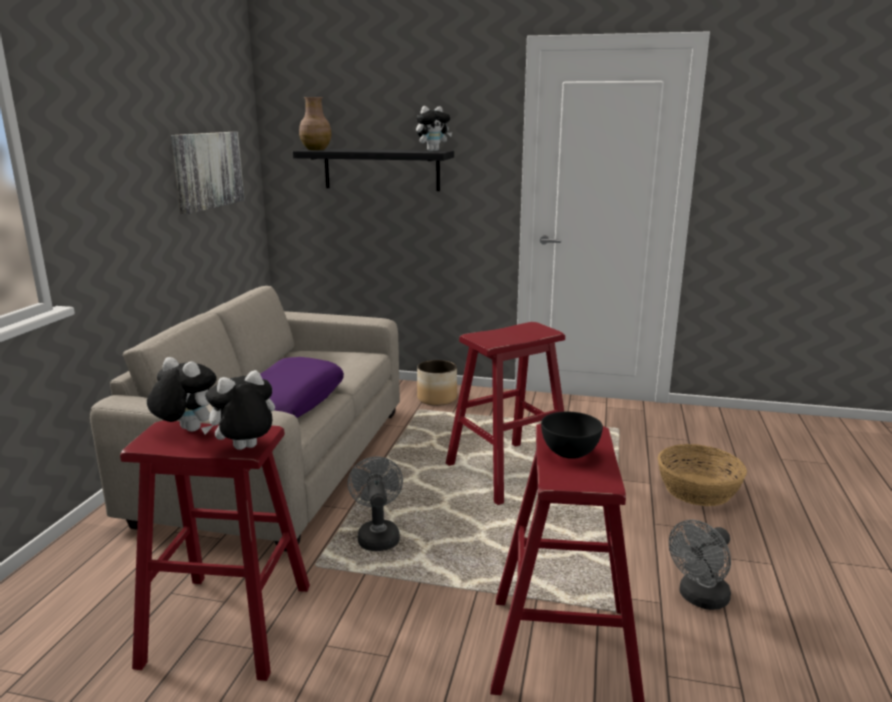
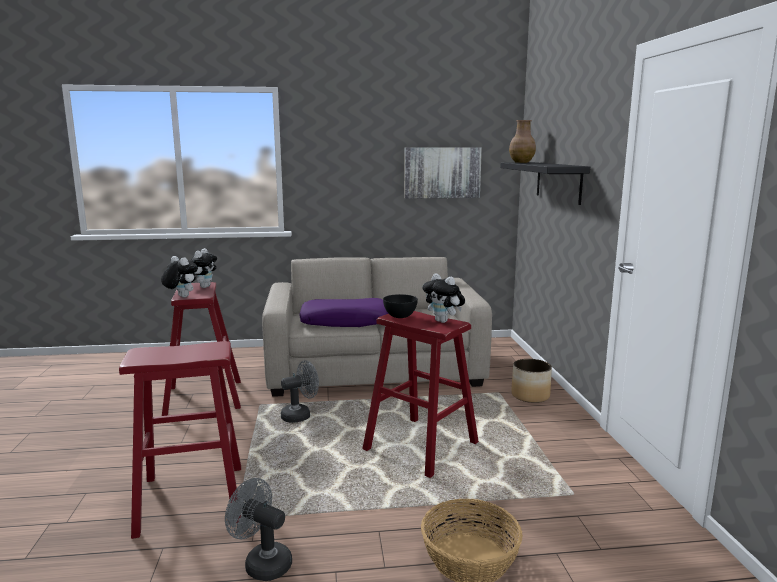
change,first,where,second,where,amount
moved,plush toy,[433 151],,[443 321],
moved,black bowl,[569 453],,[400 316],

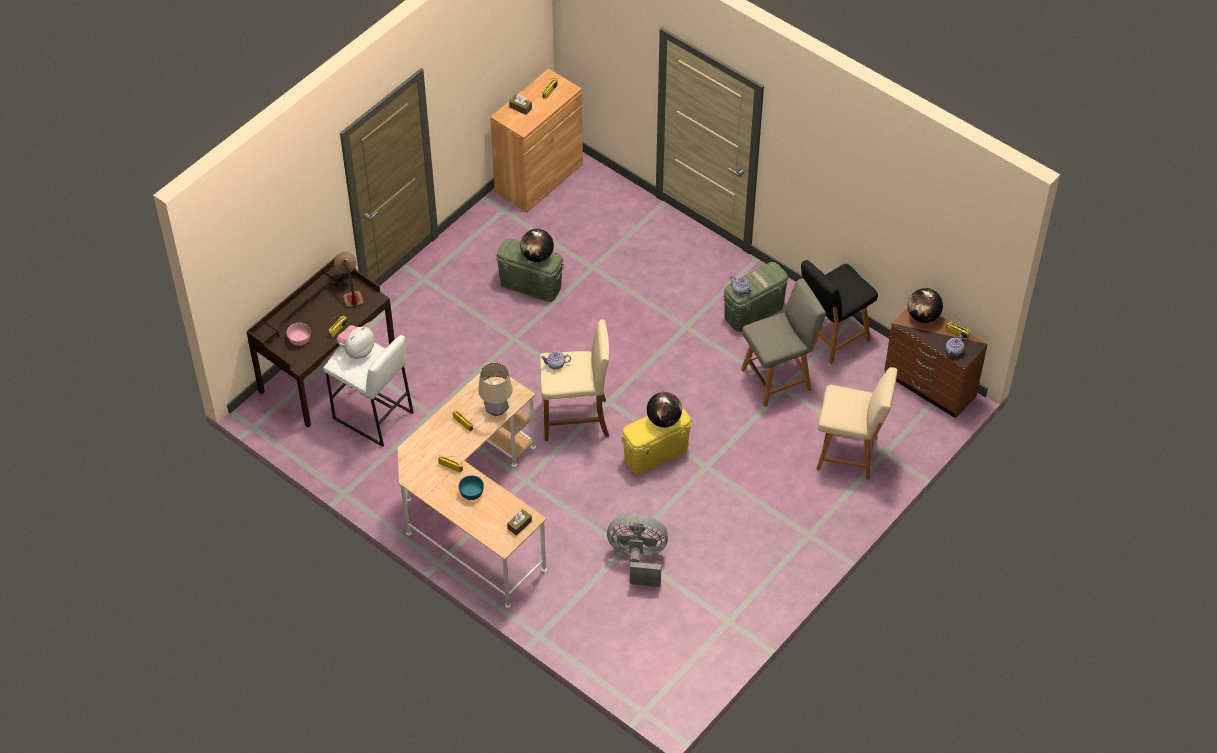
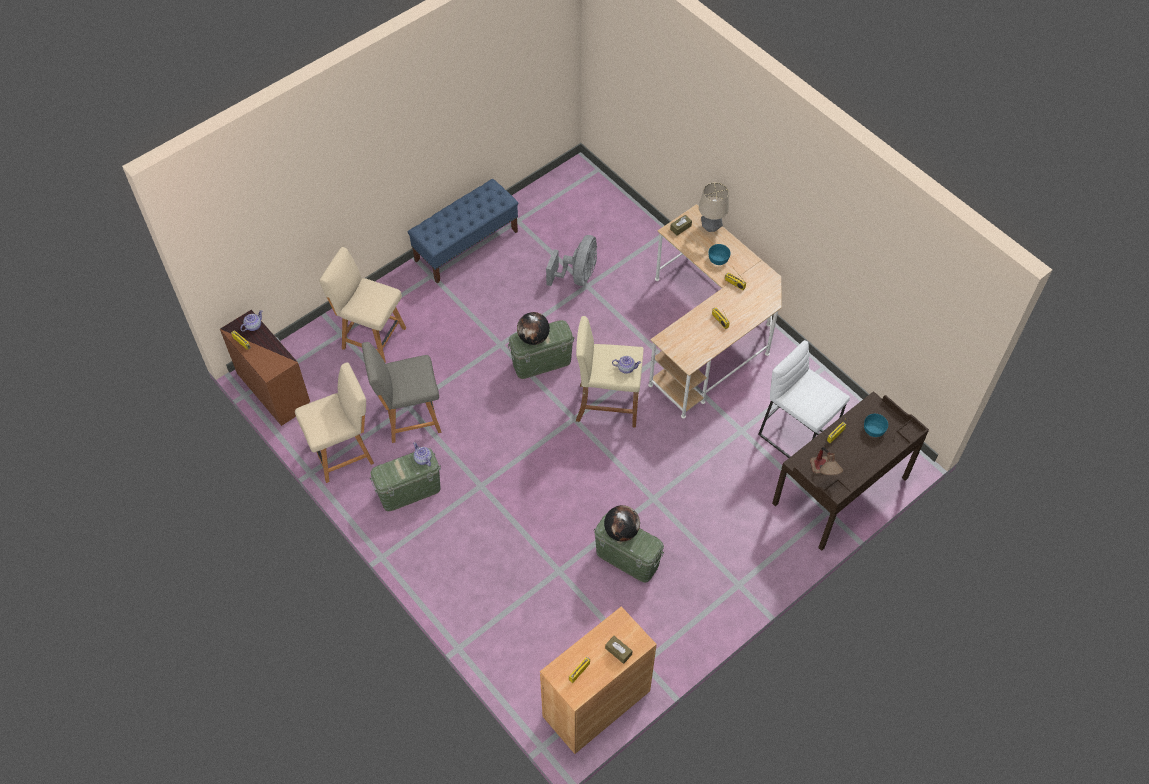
change,first,where,second,where,amount
recoloured,pink bowl,[299 339],turquoise bowl,[874 429],
removed,plush toy,[357 351],,,
moved,table lamp,[496 410],,[710 227],
turned,grey fan,[638 559],,[577 276],90 degrees counterclockwise
recoloured,yellow storage box,[656 454],green storage box,[541 362],
recoloured,black chair,[832 337],beige chair,[343 452],
removed,globe,[923 317],,,
added,,,blue bench,[466 245],

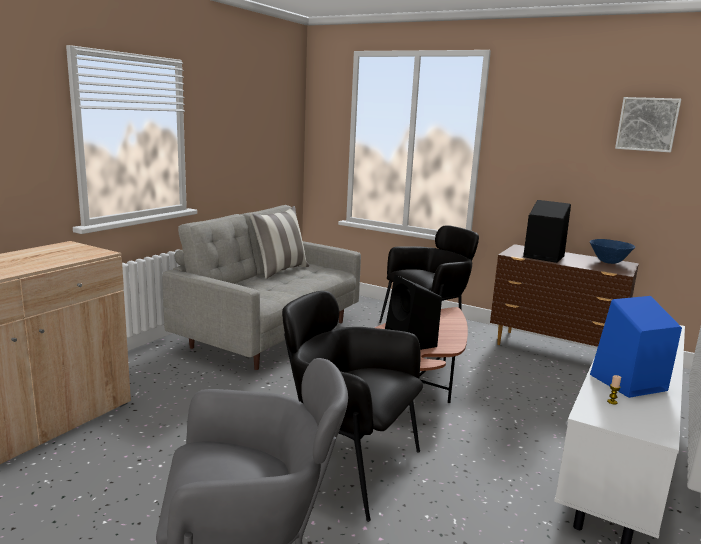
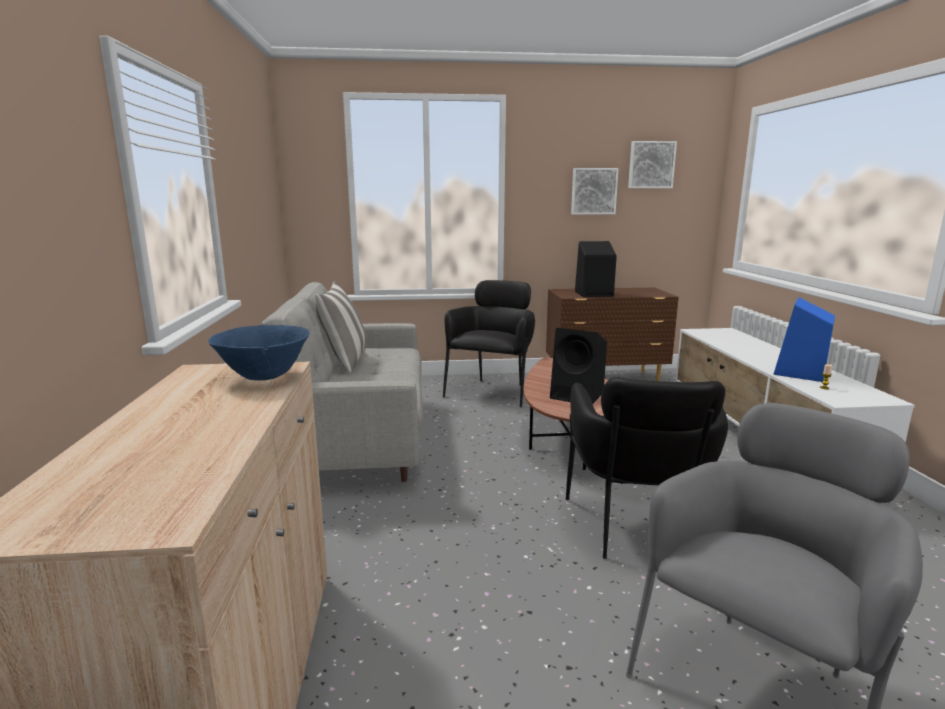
change,first,where,second,where,amount
turned,black armchair,[347 466],,[637 533],75 degrees counterclockwise
moved,blue bowl,[609 262],,[265 377],
added,,,picture,[593 191],

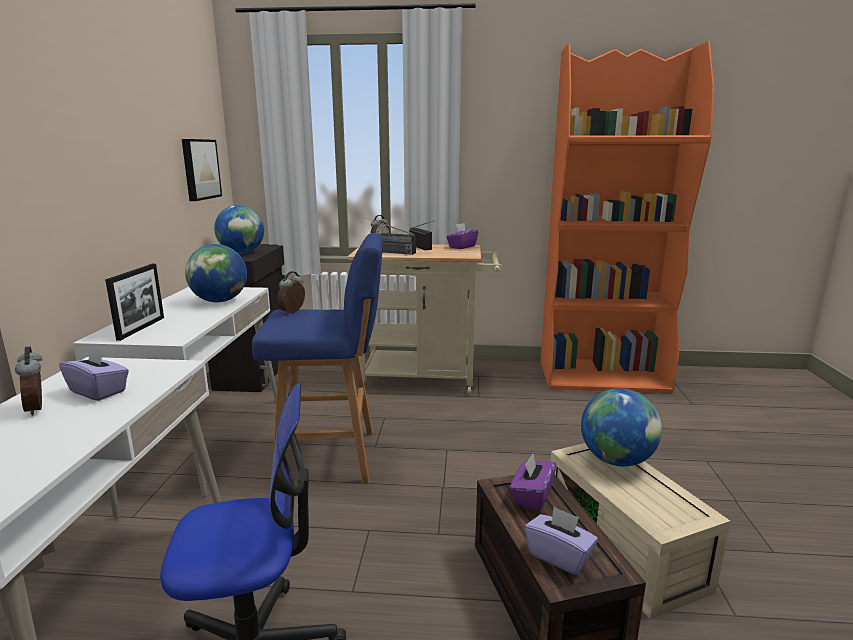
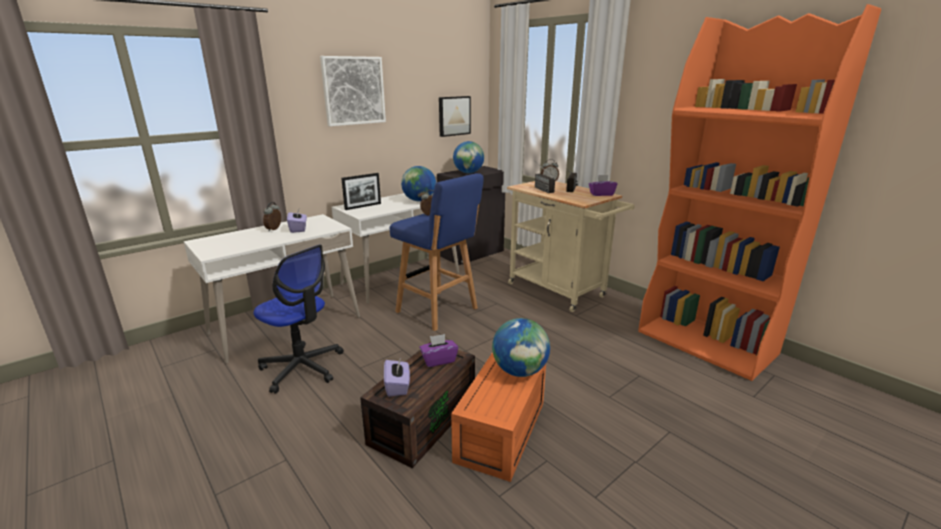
change,first,where,second,where,amount
recoloured,beige storage box,[626 549],orange storage box,[502 432],
added,,,picture,[353 91],

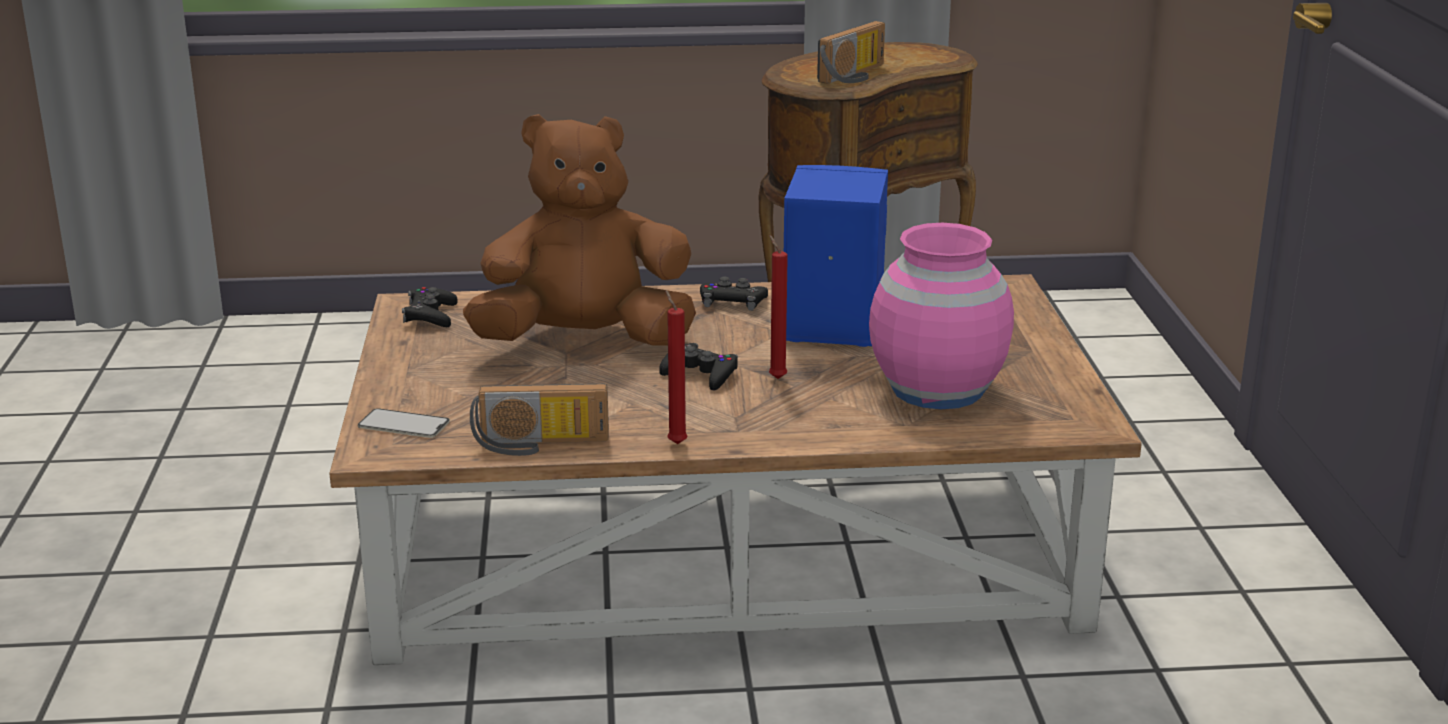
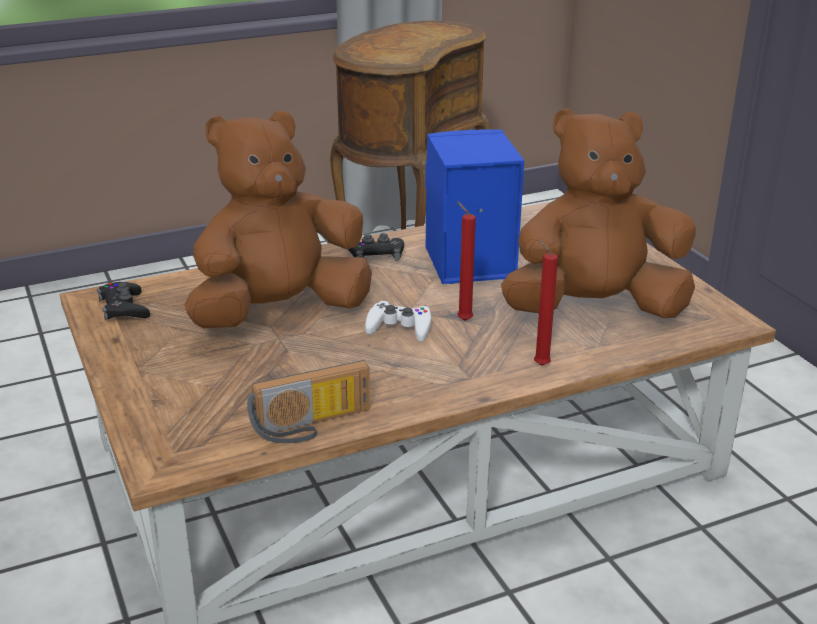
change,first,where,second,where,amount
removed,phone,[403 424],,,
recoloured,black game controller,[700 374],white game controller,[399 327],
moved,red candle,[675 442],,[539 364],
removed,radio,[856 75],,,
replaced,pink vase,[936 389],brown plush toy,[593 309],

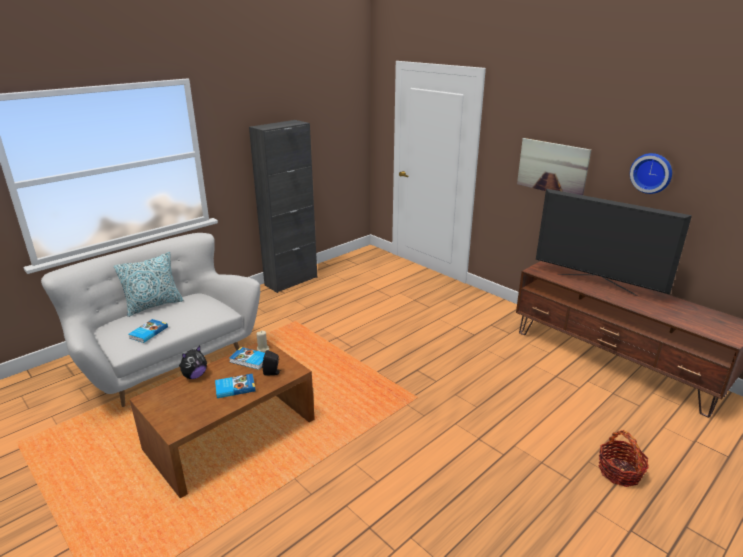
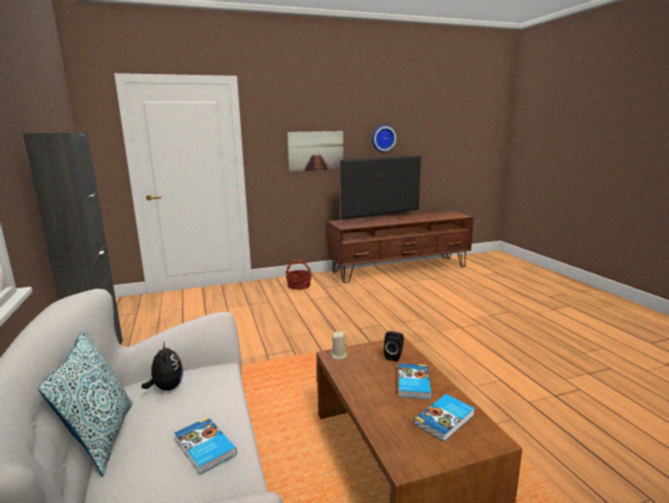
change,first,where,second,where,amount
moved,plush toy,[194 376],,[167 388],
moved,book,[250 360],,[445 420],
moved,basket,[619 472],,[299 286],

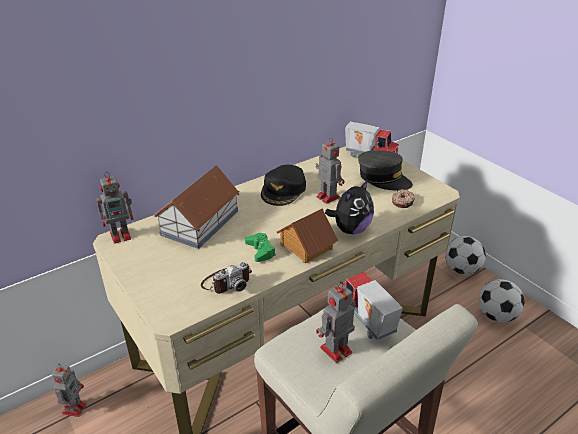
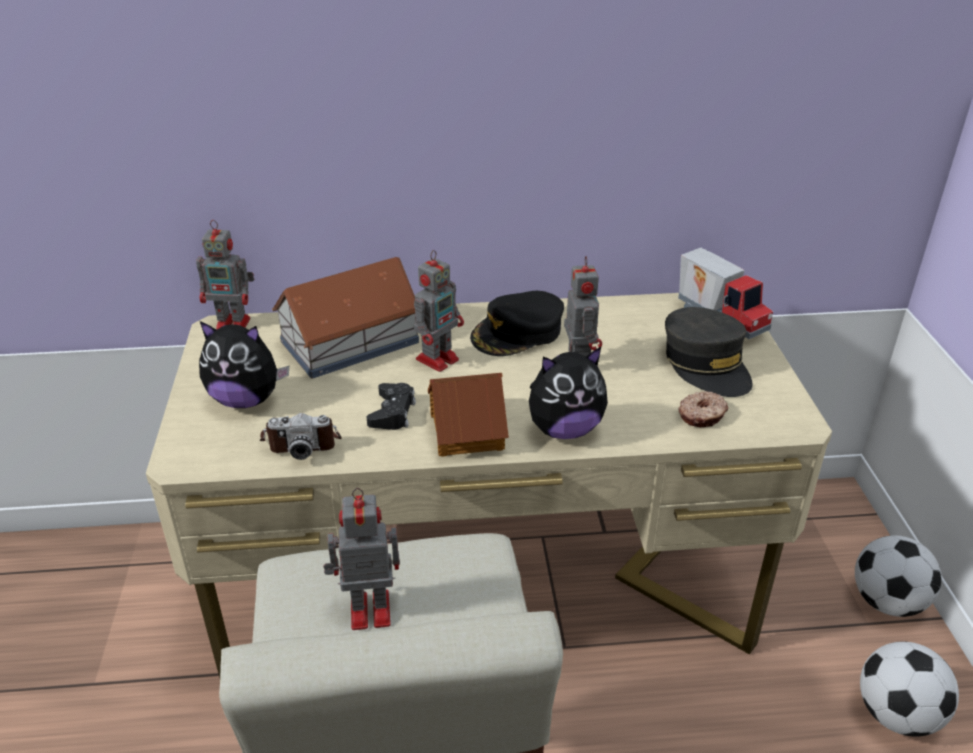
change,first,where,second,where,amount
moved,toy robot,[75 407],,[438 358],
recoloured,green game controller,[260 251],black game controller,[392 412],
removed,toy truck,[364 319],,,
added,,,plush toy,[246 400],

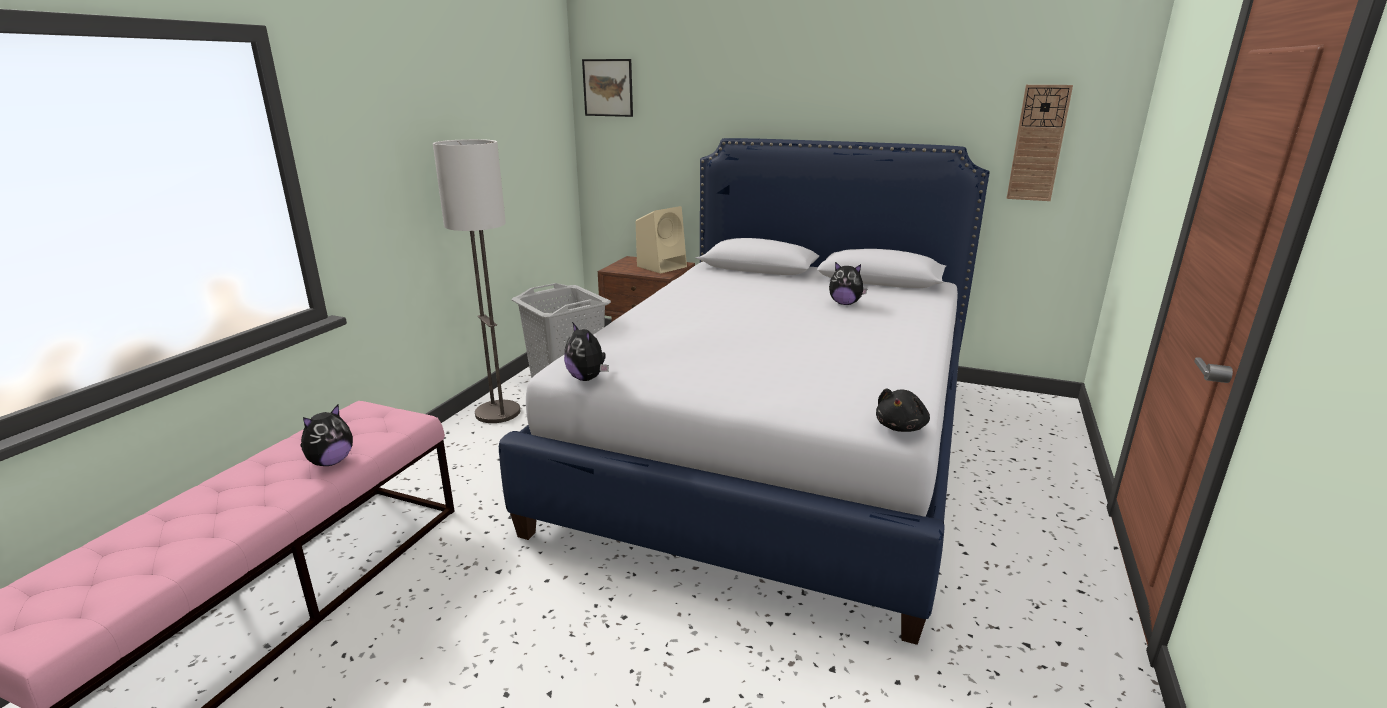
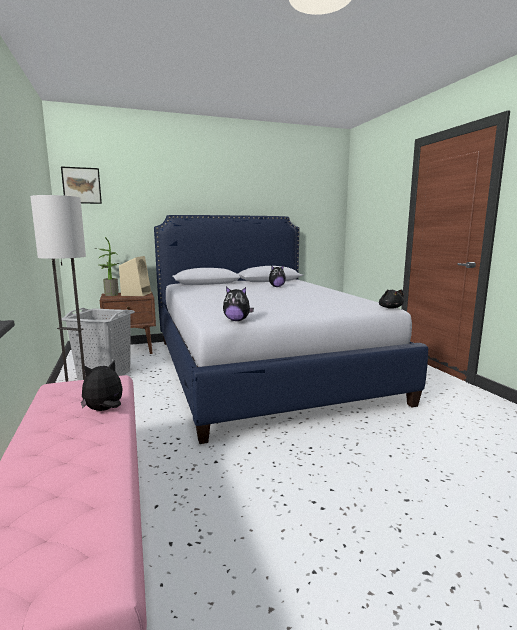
change,first,where,second,where,amount
turned,plush toy,[330 462],,[104 410],120 degrees counterclockwise
removed,wall clock,[1038 143],,,
added,,,potted plant,[110 294],

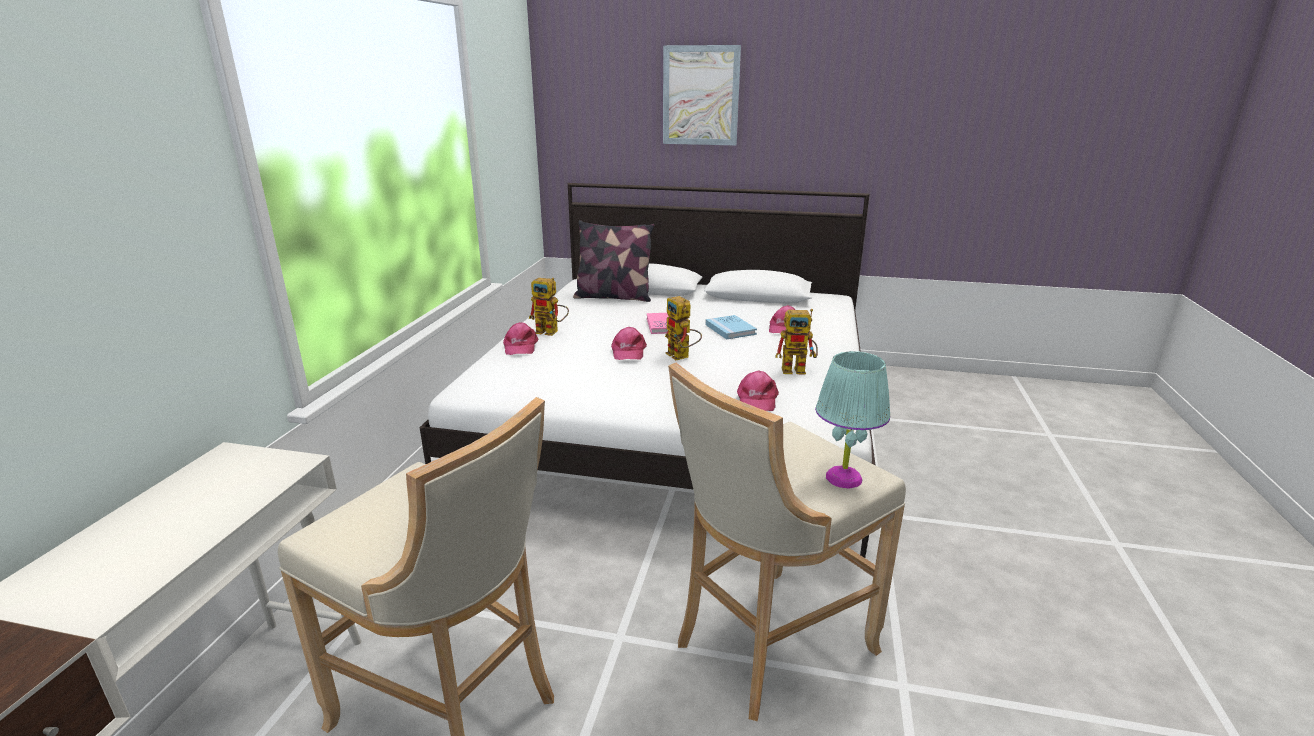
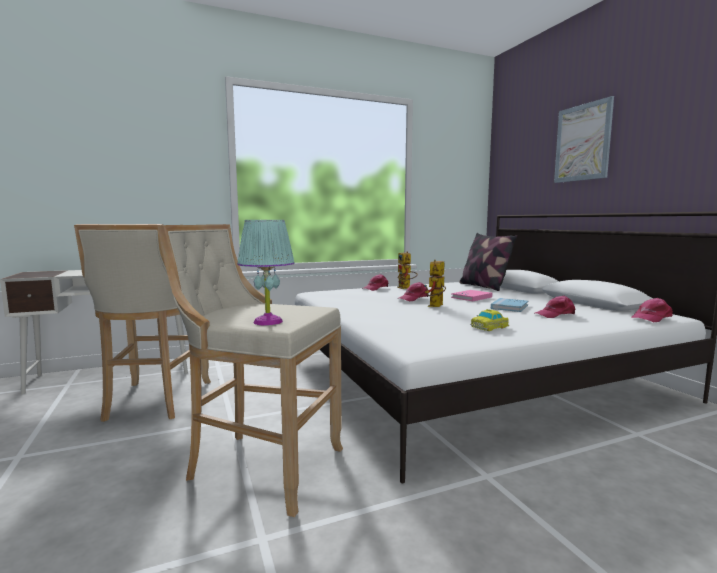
change,first,where,second,where,amount
moved,pink cap,[757 399],,[651 318],
replaced,toy robot,[798 370],toy car,[490 327],

